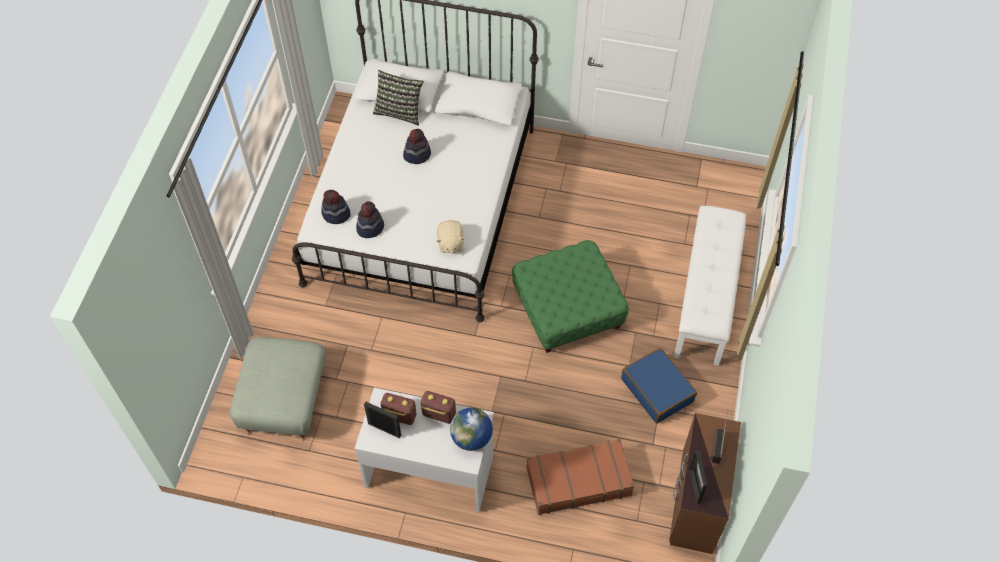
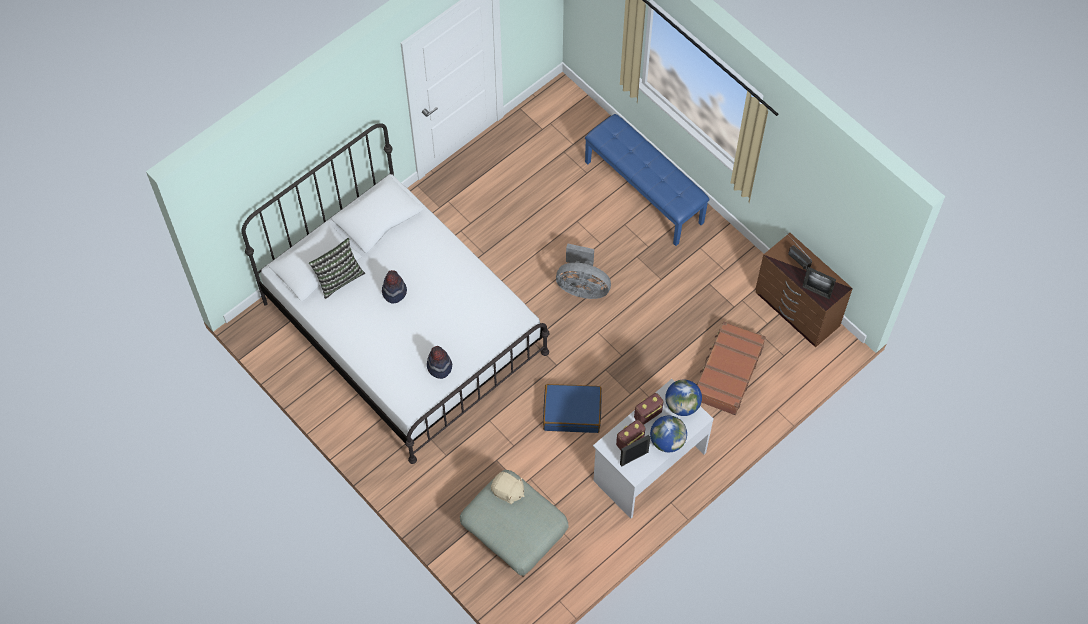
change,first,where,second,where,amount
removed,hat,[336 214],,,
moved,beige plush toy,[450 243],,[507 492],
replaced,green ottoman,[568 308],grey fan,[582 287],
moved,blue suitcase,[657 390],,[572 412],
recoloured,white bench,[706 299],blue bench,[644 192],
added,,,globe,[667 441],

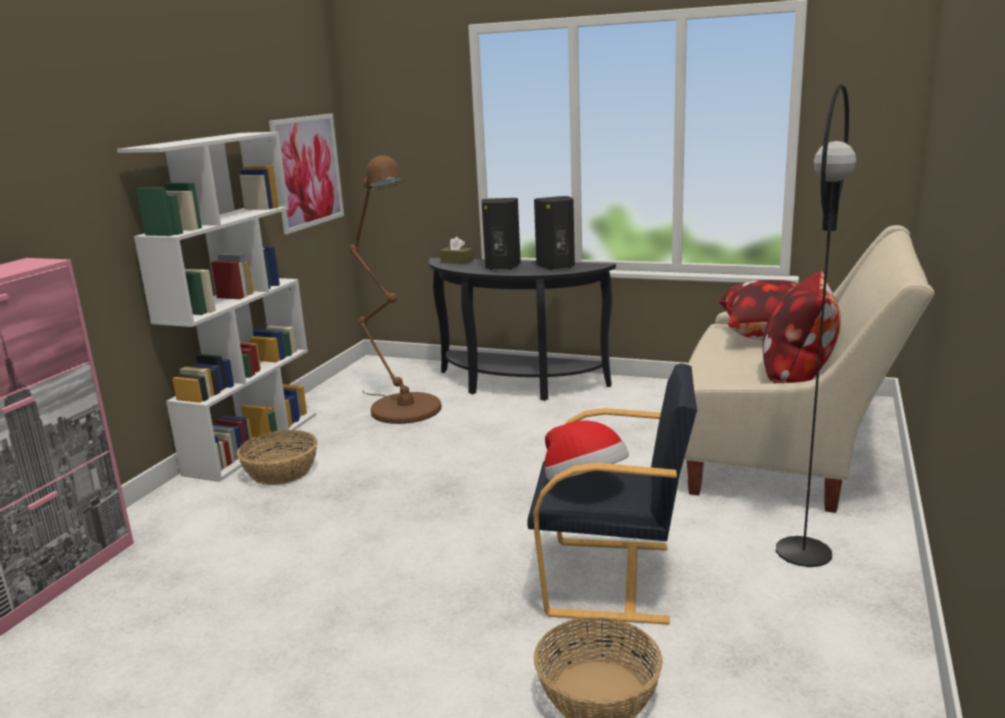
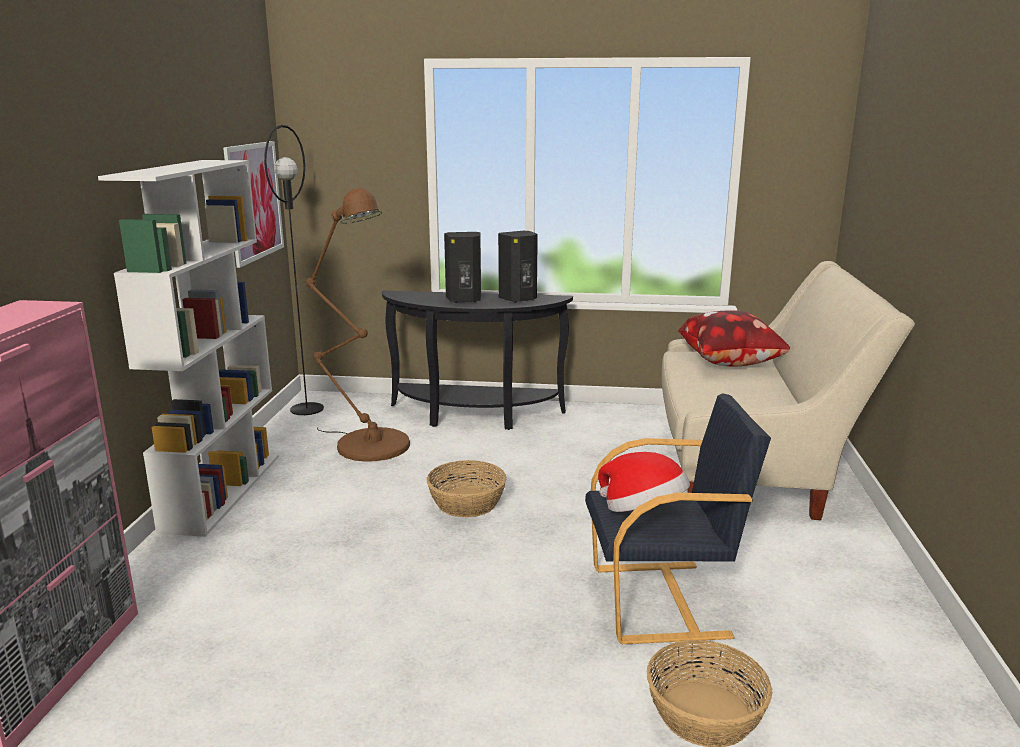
change,first,where,second,where,amount
moved,basket,[281 471],,[467 503],
removed,brown tissue box,[457 261],,,
removed,pillow,[797 375],,,
moved,black floor lamp,[803 551],,[307 409],

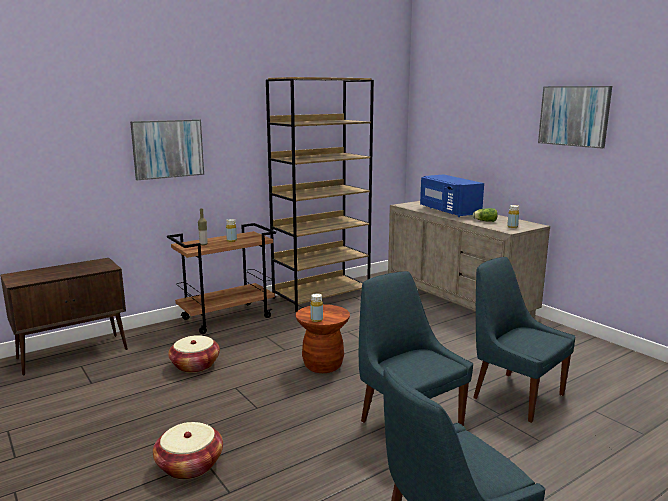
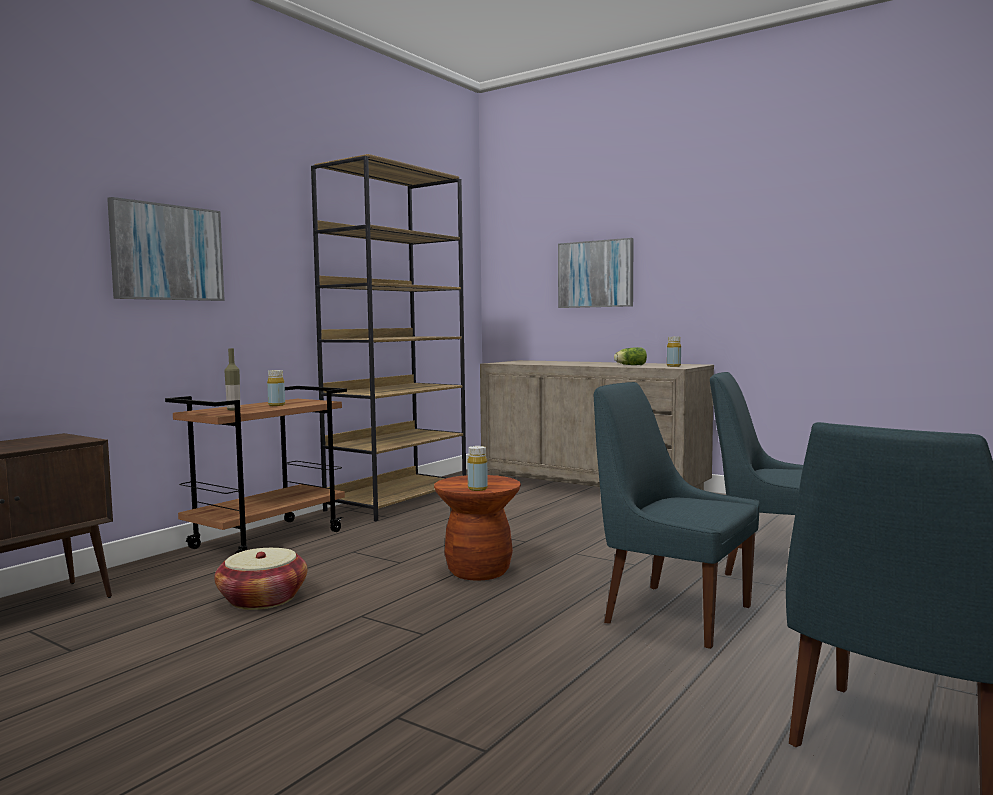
change,first,where,second,where,amount
removed,basket,[189 465],,,
removed,blue microwave,[448 211],,,
moved,picture,[574 116],,[595 274],

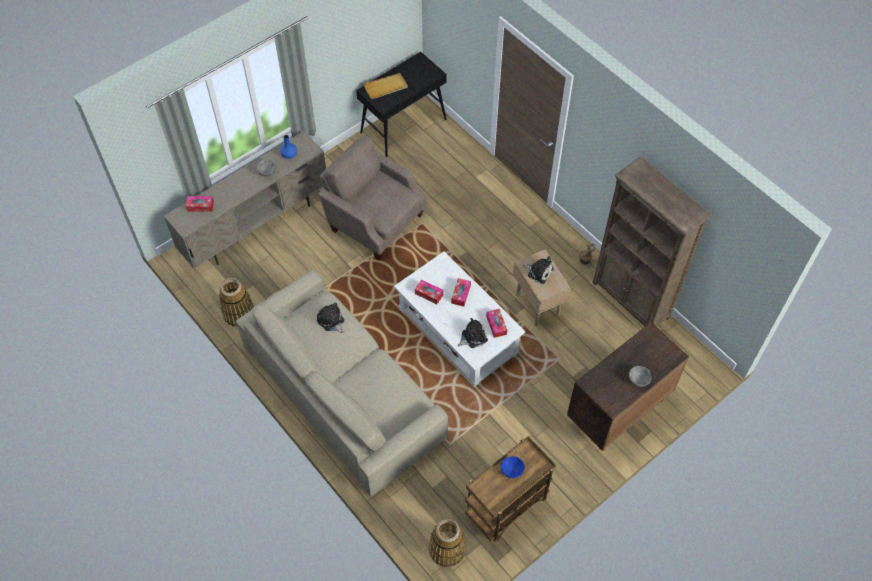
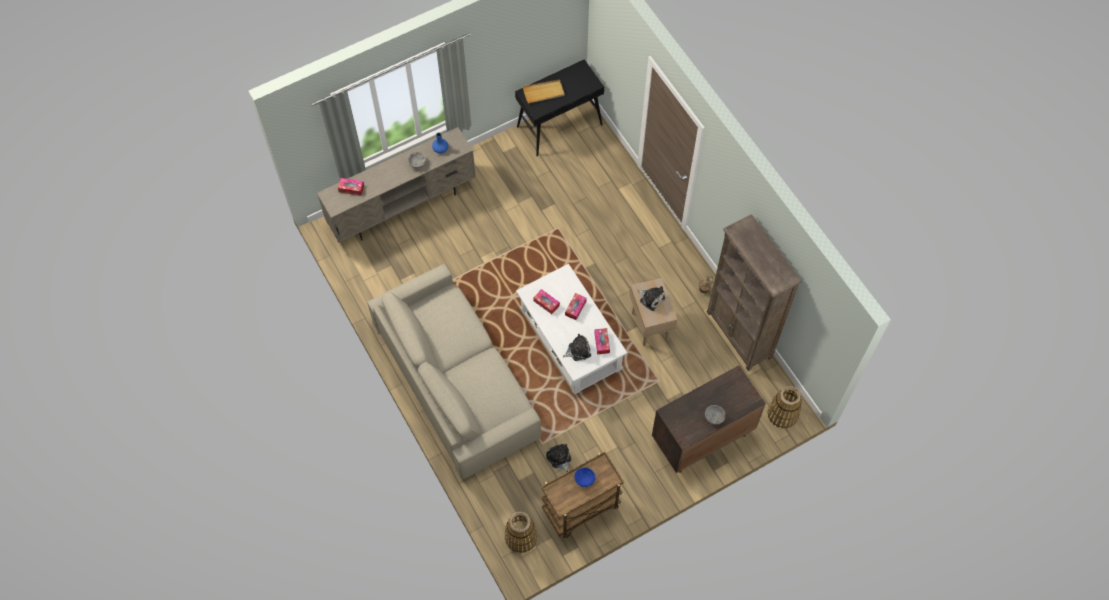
change,first,where,second,where,amount
moved,basket,[238 313],,[782 414],
moved,plush toy,[331 321],,[559 458],
removed,beige armchair,[375 221],,,

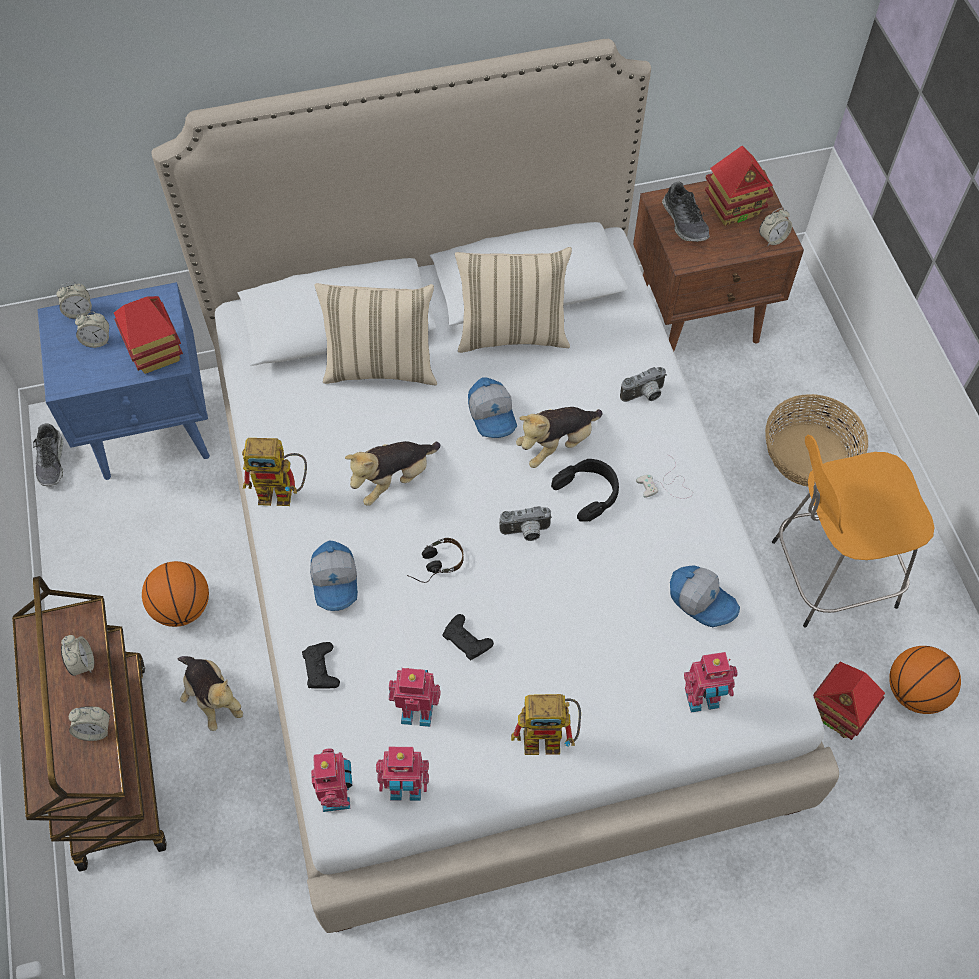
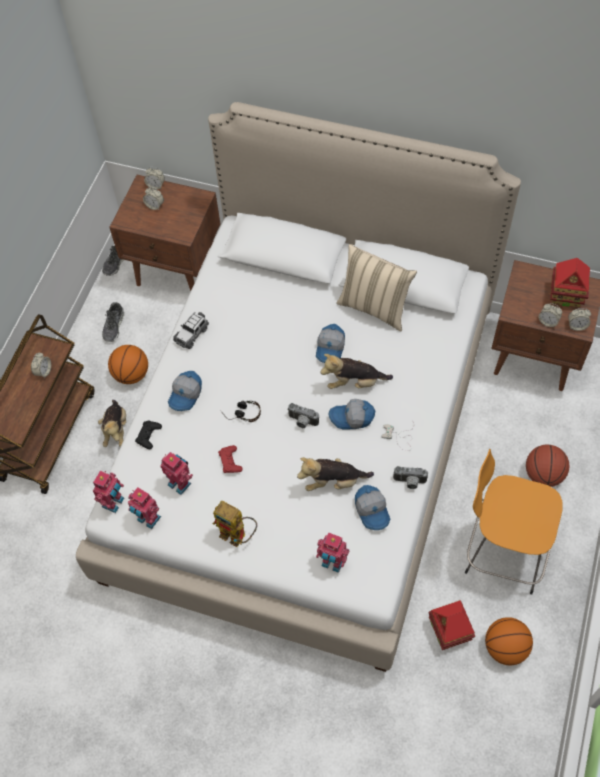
change,first,where,second,where,amount
recoloured,blue nightstand,[154 429],brown nightstand,[178 270],
moved,alarm clock,[95 730],,[548 321],
removed,toy house,[155 352],,,
replaced,toy robot,[284 492],toy car,[192 334],
removed,beige pillow,[381 366],,,
moved,plush toy,[393 479],,[333 482],
recoloured,black game controller,[467 639],red game controller,[230 461],
replaced,black headphones,[588 492],cap,[352 418],
moved,photo camera,[644 395],,[409 482],
moved,shoe,[685 222],,[114 326],
replaced,basket,[808 454],basketball,[543 474],

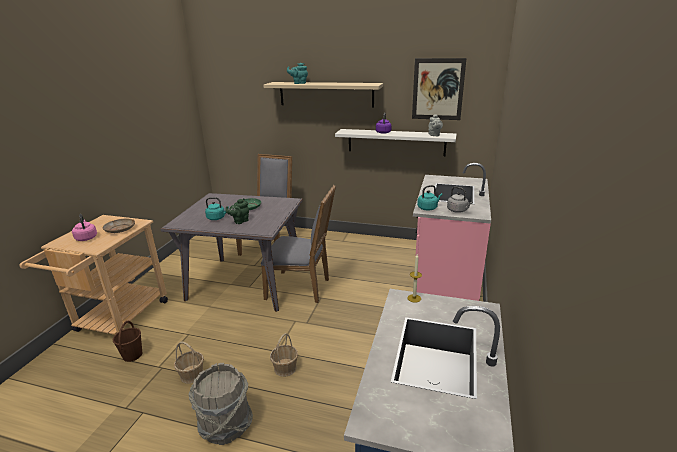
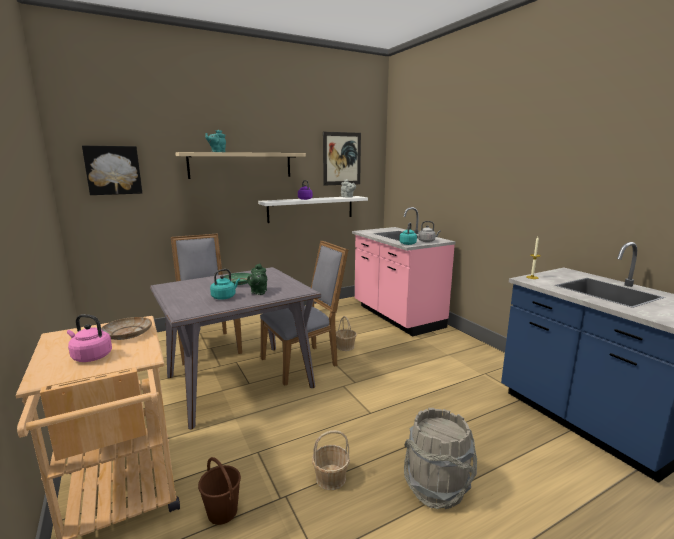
change,first,where,second,where,amount
moved,basket,[285 368],,[345 346],
added,,,picture,[113 170],

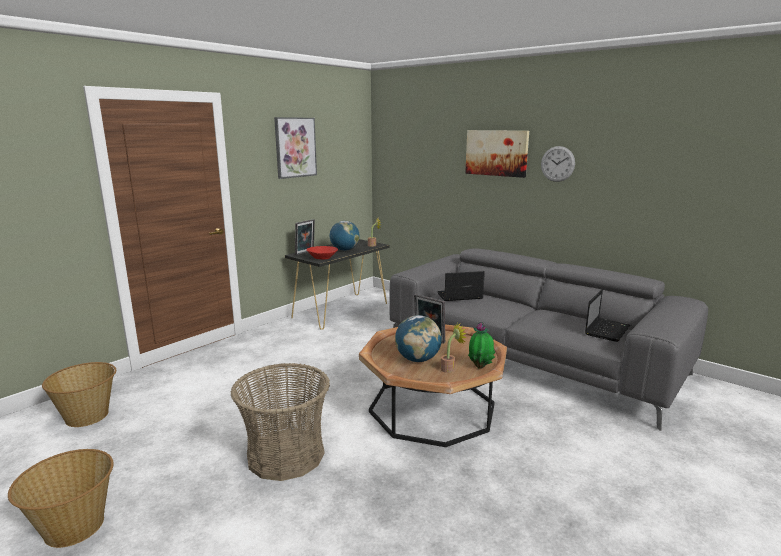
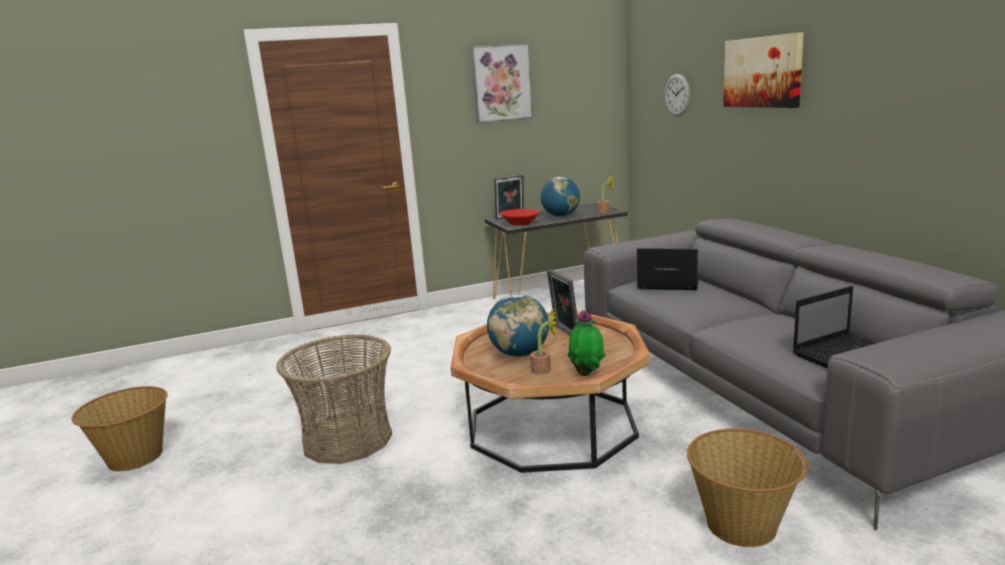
change,first,where,second,where,amount
moved,basket,[88 416],,[742 525],
moved,wall clock,[557 164],,[677 95],

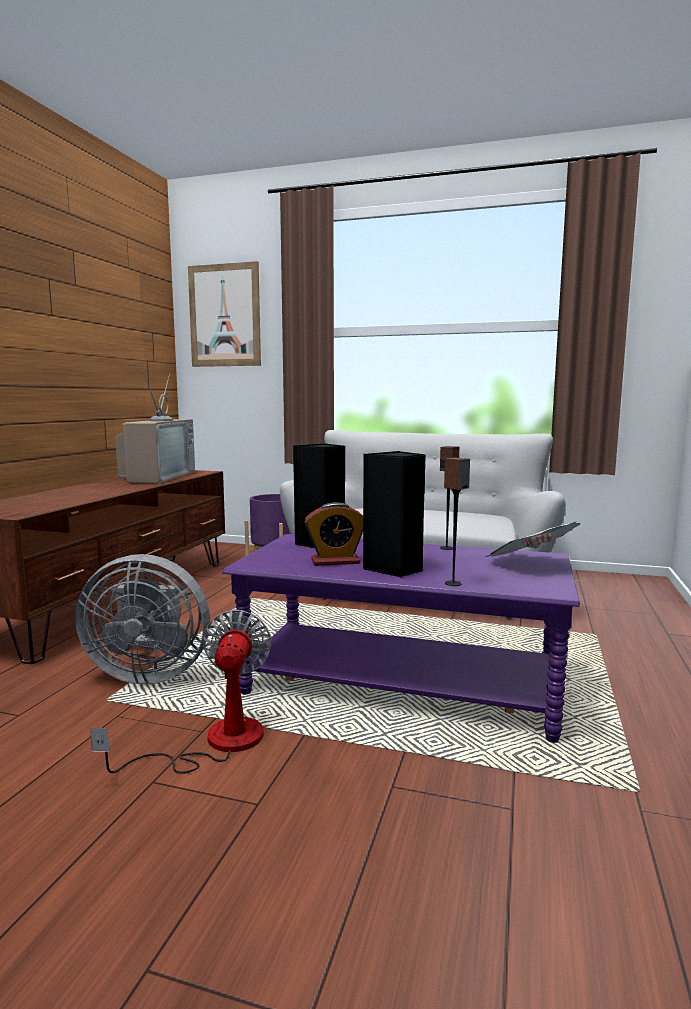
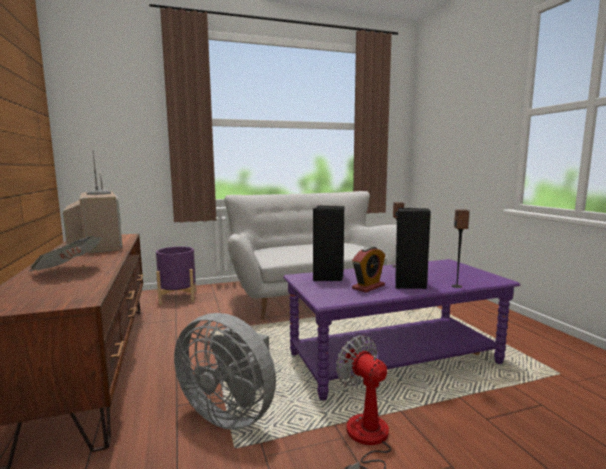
change,first,where,second,where,amount
turned,grey fan,[148 673],,[231 413],60 degrees clockwise
removed,picture,[224 315],,,
moved,newspaper,[529 564],,[68 271],

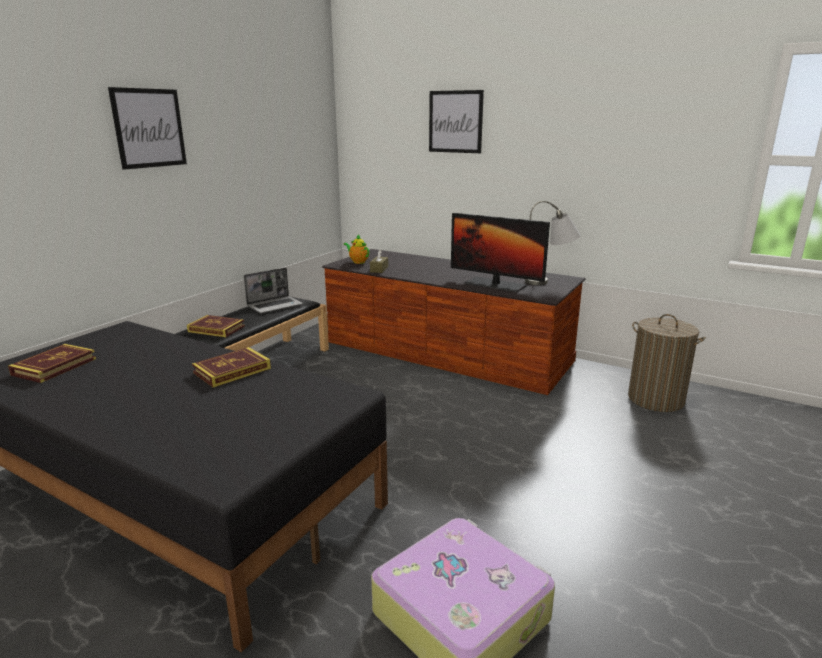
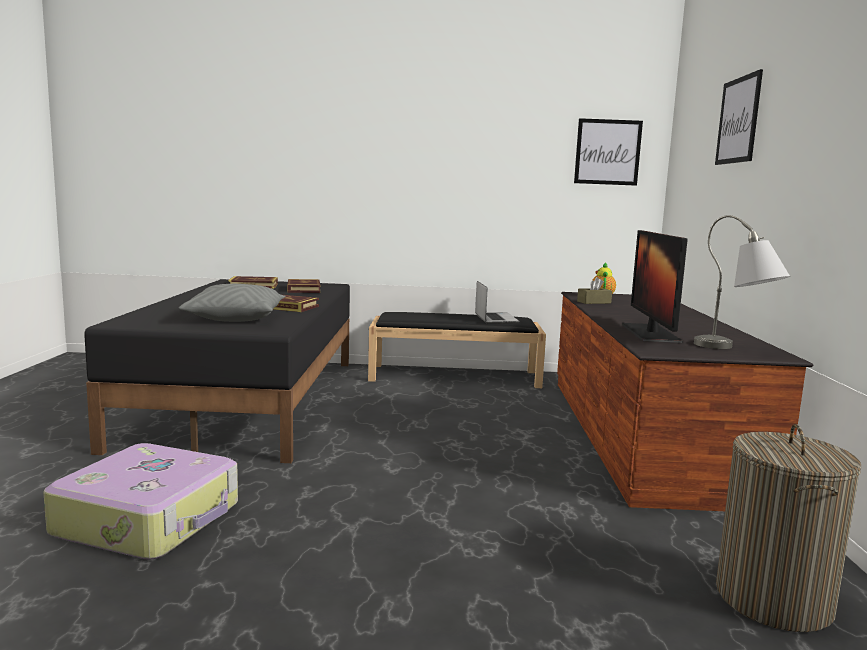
change,first,where,second,where,amount
moved,picture,[149 128],,[607 152],
moved,book,[216 329],,[303 289],
turned,laptop,[275 305],,[495 319],120 degrees counterclockwise
added,,,grey pillow,[236 318],

